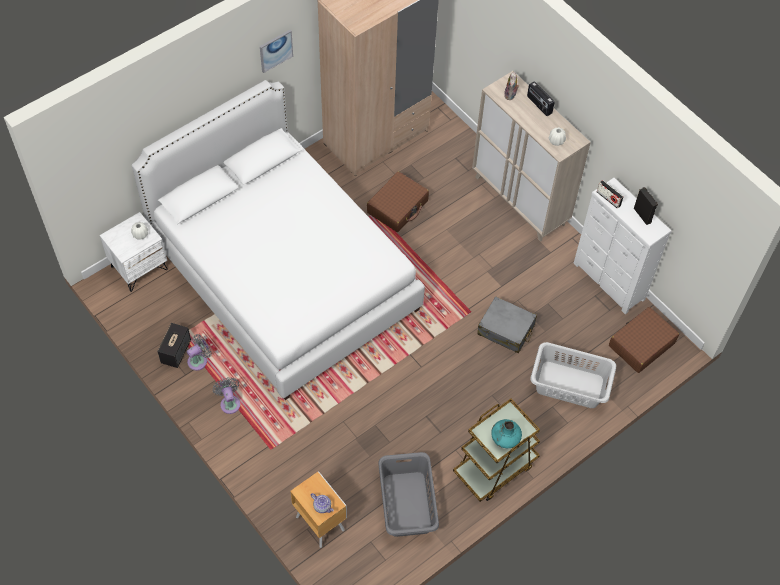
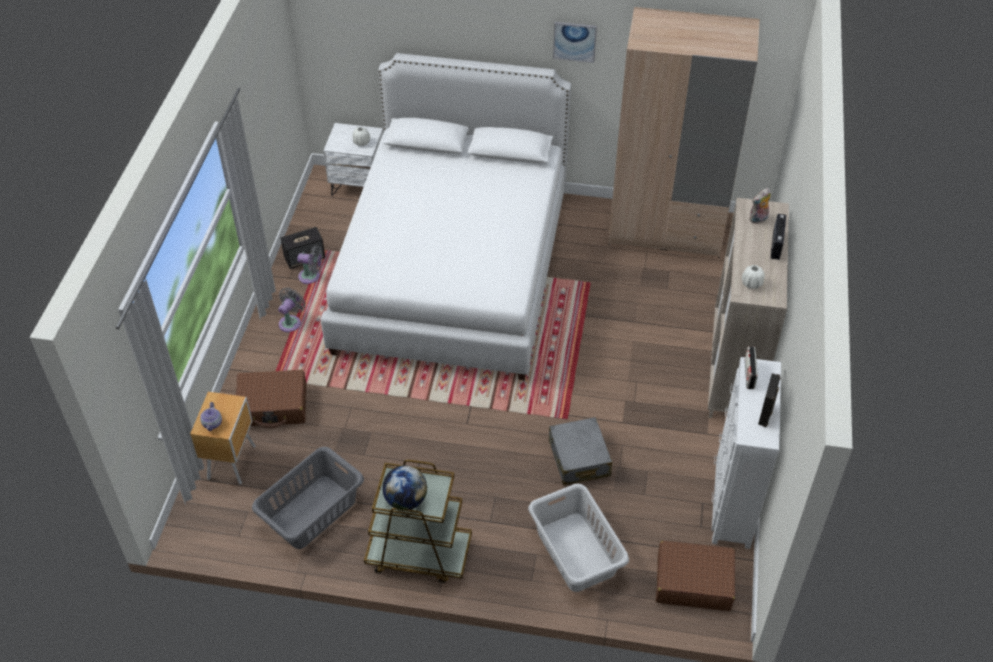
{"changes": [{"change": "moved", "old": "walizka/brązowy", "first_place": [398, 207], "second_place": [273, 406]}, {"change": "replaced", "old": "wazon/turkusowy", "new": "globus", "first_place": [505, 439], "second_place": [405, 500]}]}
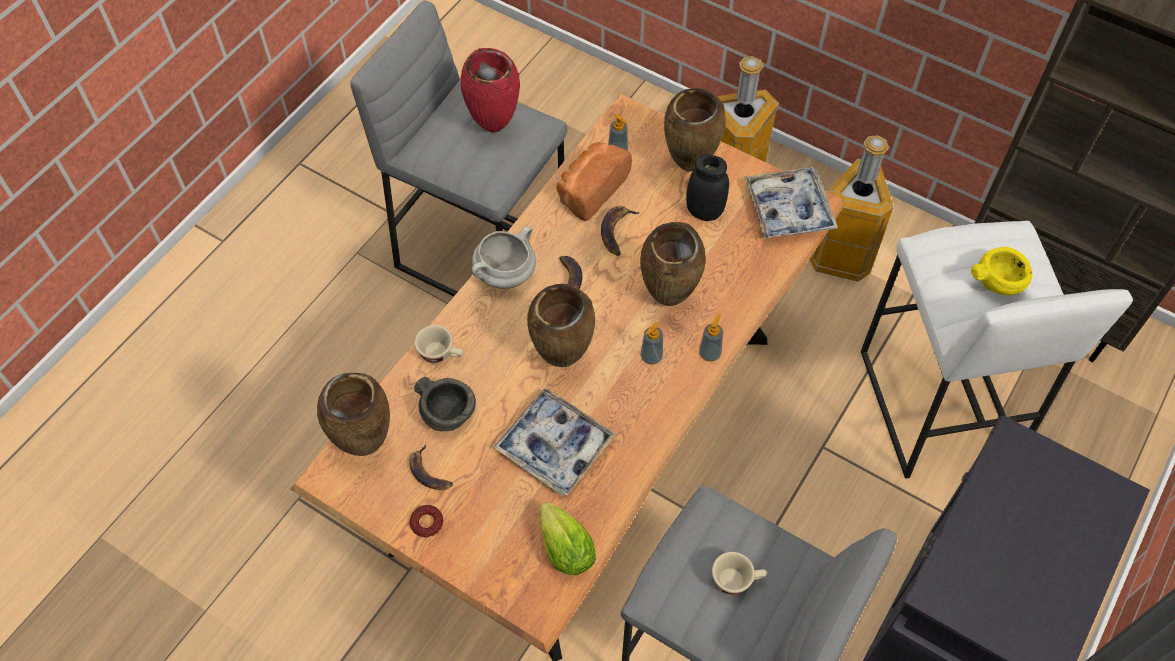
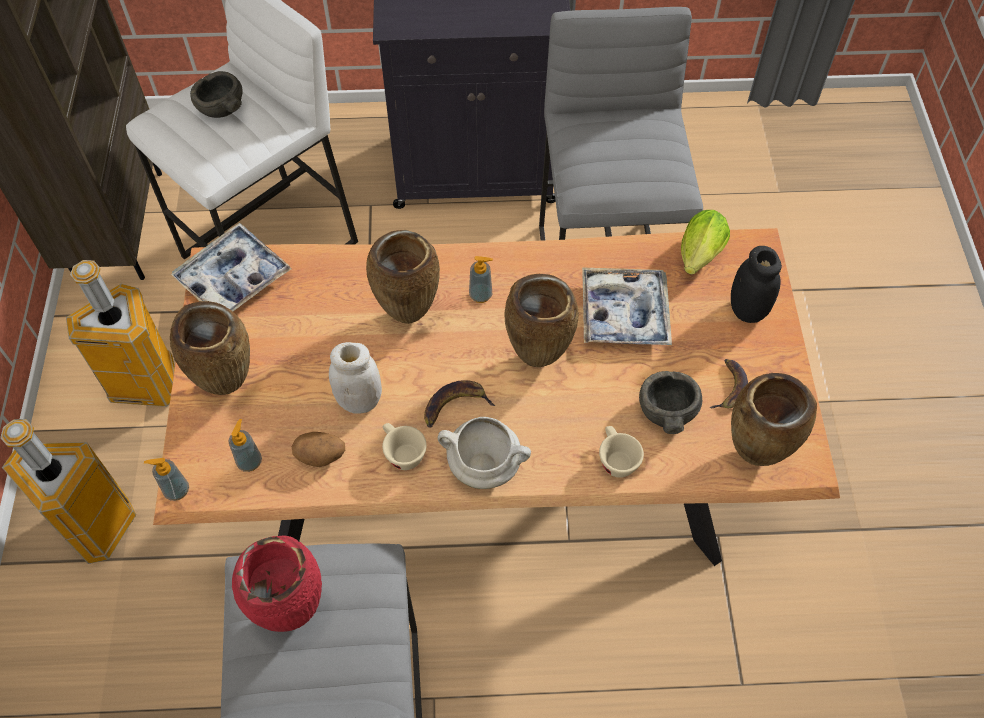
{"changes": [{"change": "removed", "old": "donut", "first_place": [427, 523]}, {"change": "moved", "old": "słoik/czarny", "first_place": [704, 211], "second_place": [747, 310]}, {"change": "moved", "old": "dozownik mydła", "first_place": [709, 353], "second_place": [177, 490]}, {"change": "moved", "old": "filiżanka/beżowy", "first_place": [736, 580], "second_place": [401, 453]}, {"change": "replaced", "old": "chleb", "new": "ziemniak", "first_place": [590, 190], "second_place": [321, 456]}, {"change": "replaced", "old": "banan", "new": "słoik/biały", "first_place": [616, 231], "second_place": [359, 400]}, {"change": "recoloured", "old": "miska/żółty", "new": "miska/szary", "first_place": [998, 281], "second_place": [221, 108]}]}
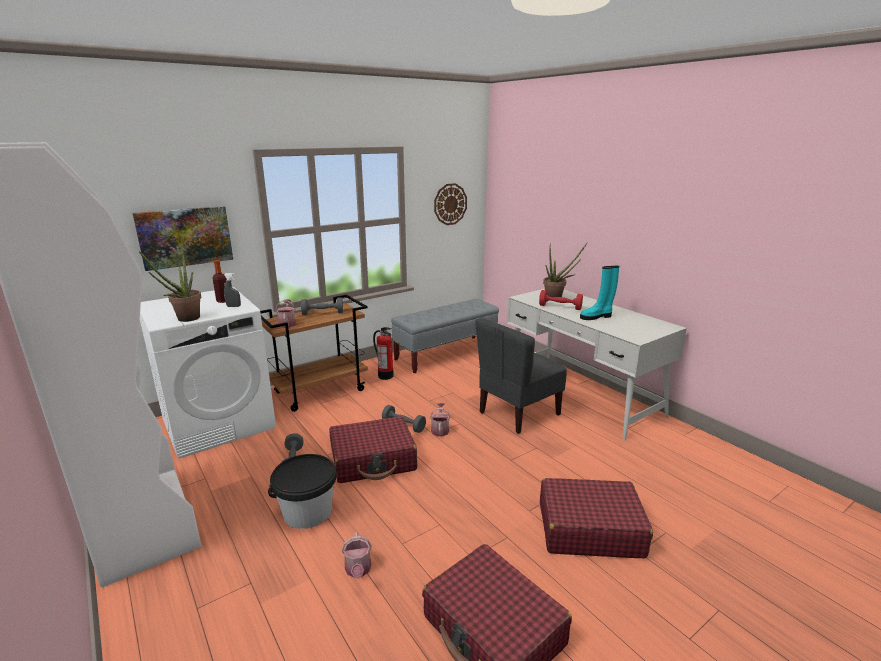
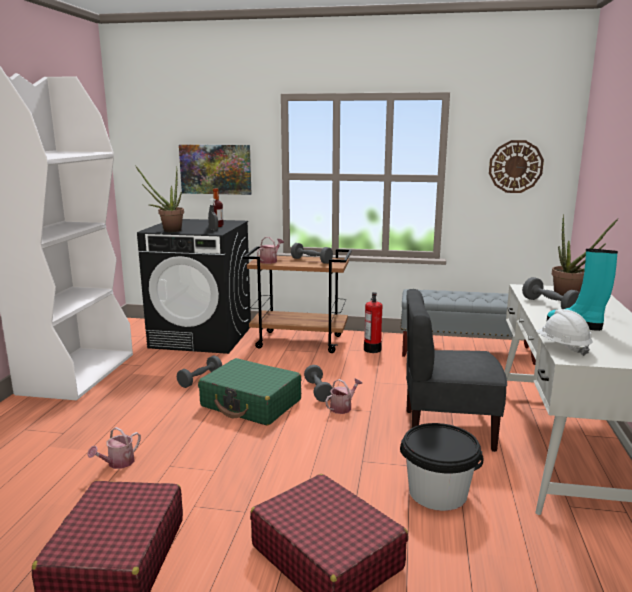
{"changes": [{"change": "added", "new": "kask/biały", "second_place": [562, 347]}, {"change": "moved", "old": "wiadro/czarny", "first_place": [307, 512], "second_place": [437, 492]}, {"change": "recoloured", "old": "pralka/biały", "new": "pralka/czarny", "first_place": [219, 423], "second_place": [202, 337]}, {"change": "recoloured", "old": "walizka/czerwony", "new": "walizka/zielony", "first_place": [373, 460], "second_place": [251, 403]}, {"change": "recoloured", "old": "hantel/czerwony", "new": "hantel/szary", "first_place": [560, 307], "second_place": [550, 306]}]}
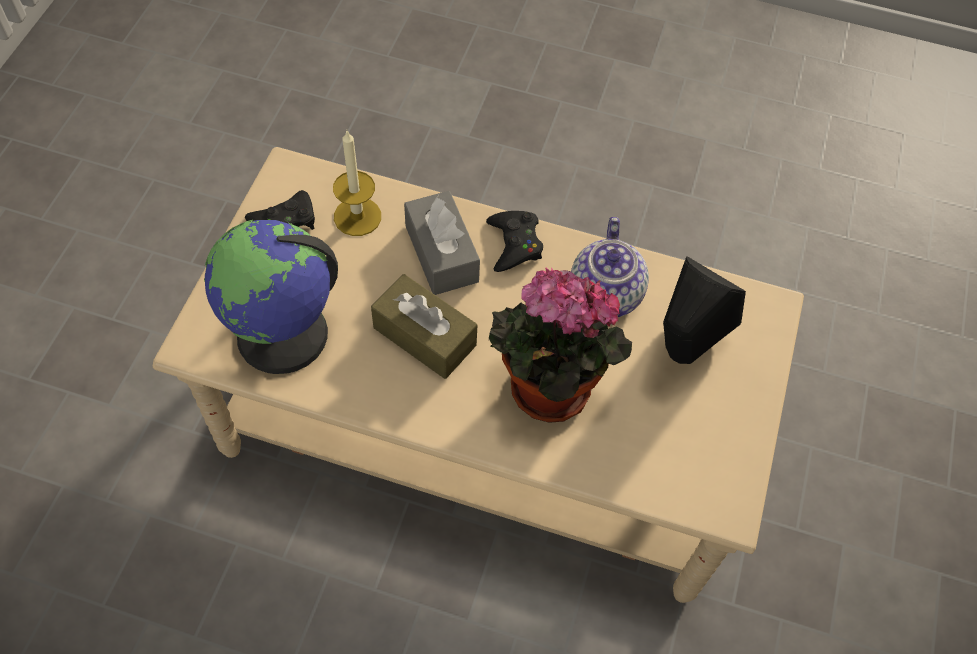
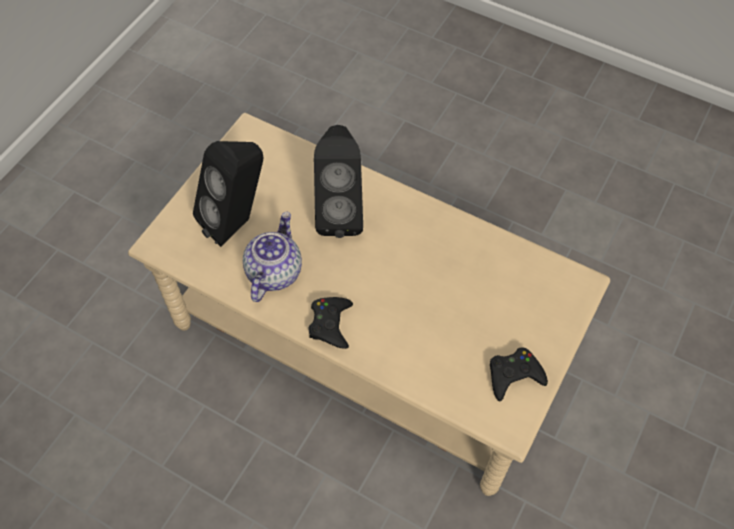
{"changes": [{"change": "removed", "old": "globus", "first_place": [283, 335]}, {"change": "removed", "old": "świeca", "first_place": [357, 216]}, {"change": "removed", "old": "pudełko chusteczek/brązowy", "first_place": [424, 336]}, {"change": "removed", "old": "pudełko chusteczek/szary", "first_place": [441, 253]}, {"change": "replaced", "old": "roślina doniczkowa", "new": "głośnik/czarny", "first_place": [544, 393], "second_place": [340, 212]}]}
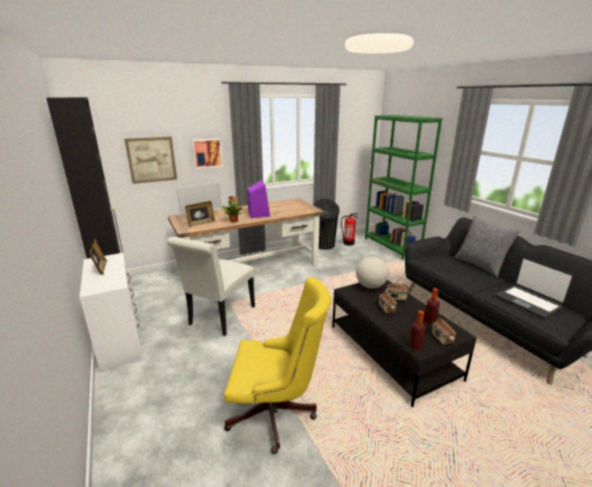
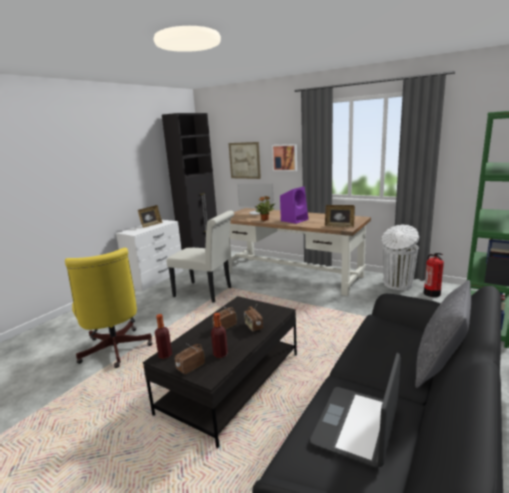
{"changes": [{"change": "removed", "old": "globus", "first_place": [370, 286]}, {"change": "moved", "old": "ramka na zdjęcie", "first_place": [201, 223], "second_place": [339, 226]}, {"change": "recoloured", "old": "kosz na śmieci/czarny", "new": "kosz na śmieci/biały", "first_place": [324, 245], "second_place": [397, 284]}, {"change": "turned", "old": "krzesło/biały", "first_place": [220, 318], "second_place": [206, 292], "degrees": -150}]}
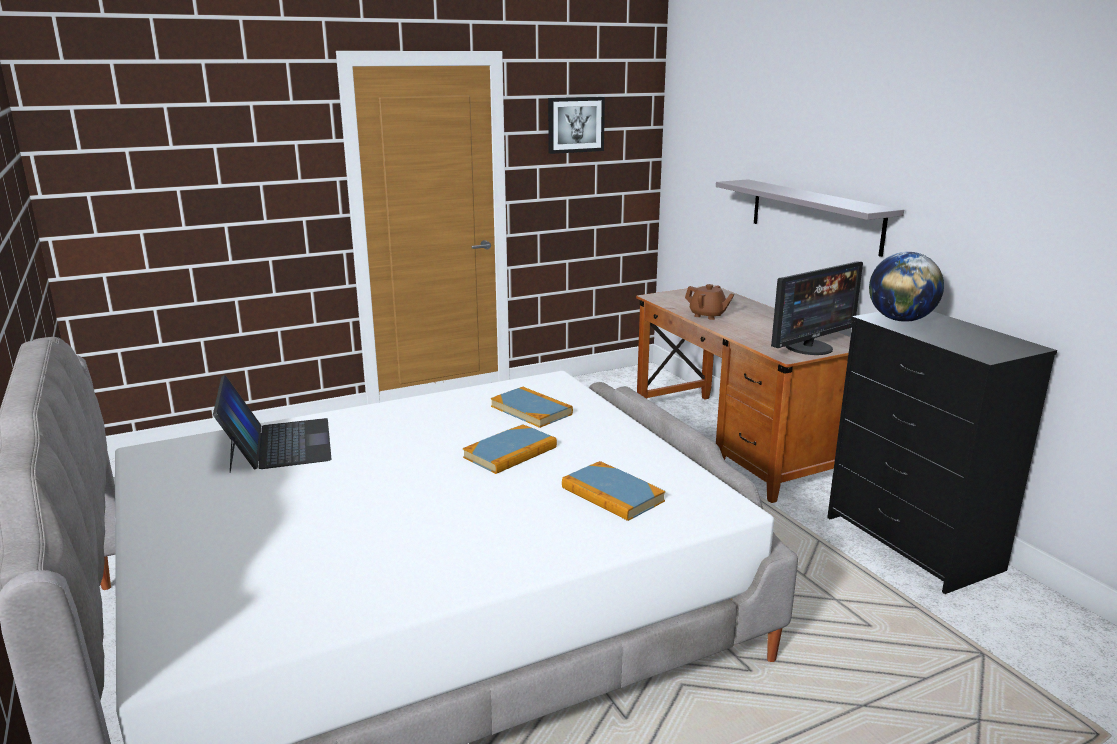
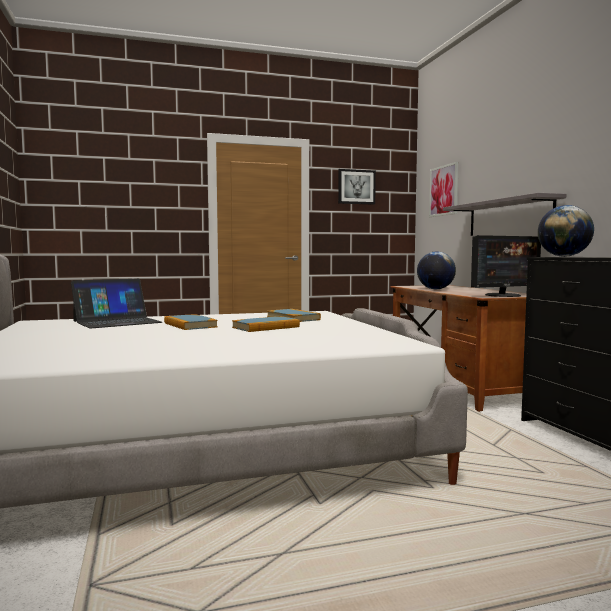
{"changes": [{"change": "added", "new": "obraz", "second_place": [444, 190]}, {"change": "moved", "old": "książka", "first_place": [612, 494], "second_place": [190, 325]}, {"change": "replaced", "old": "imbryk/brązowy", "new": "globus", "first_place": [707, 315], "second_place": [435, 289]}, {"change": "turned", "old": "laptop", "first_place": [278, 444], "second_place": [117, 322], "degrees": 60}]}
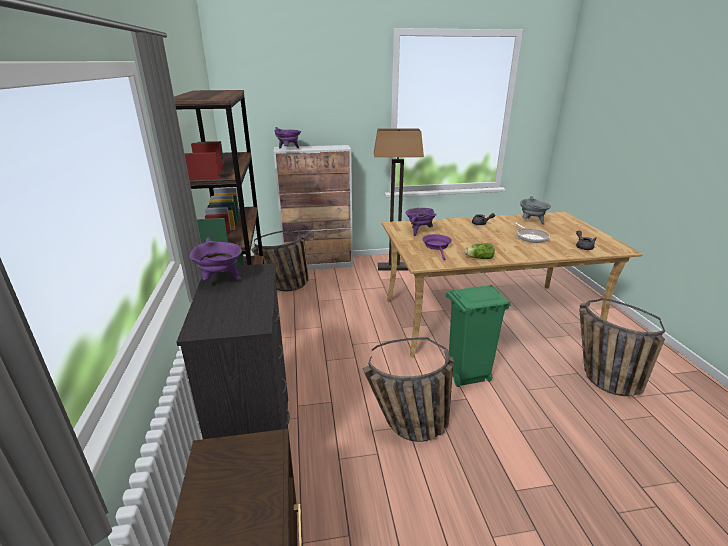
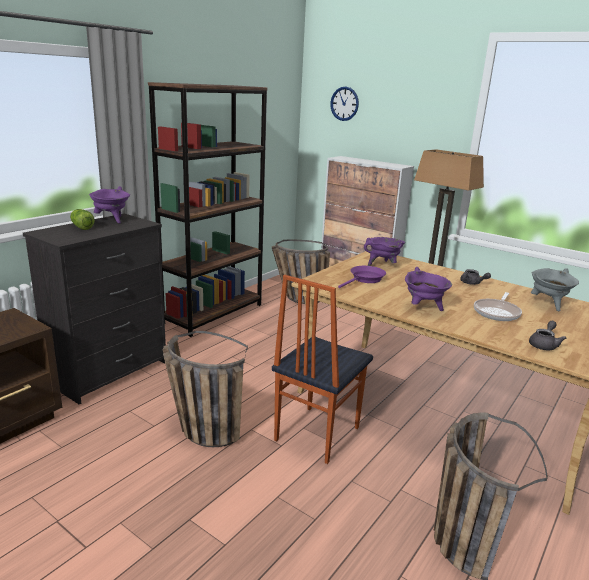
{"changes": [{"change": "added", "new": "zegar ścienny", "second_place": [344, 103]}, {"change": "moved", "old": "garnek/fioletowy", "first_place": [288, 149], "second_place": [423, 308]}, {"change": "moved", "old": "sałata", "first_place": [478, 258], "second_place": [81, 227]}, {"change": "replaced", "old": "kosz na śmieci/zielony", "new": "krzesło", "first_place": [467, 376], "second_place": [315, 433]}]}
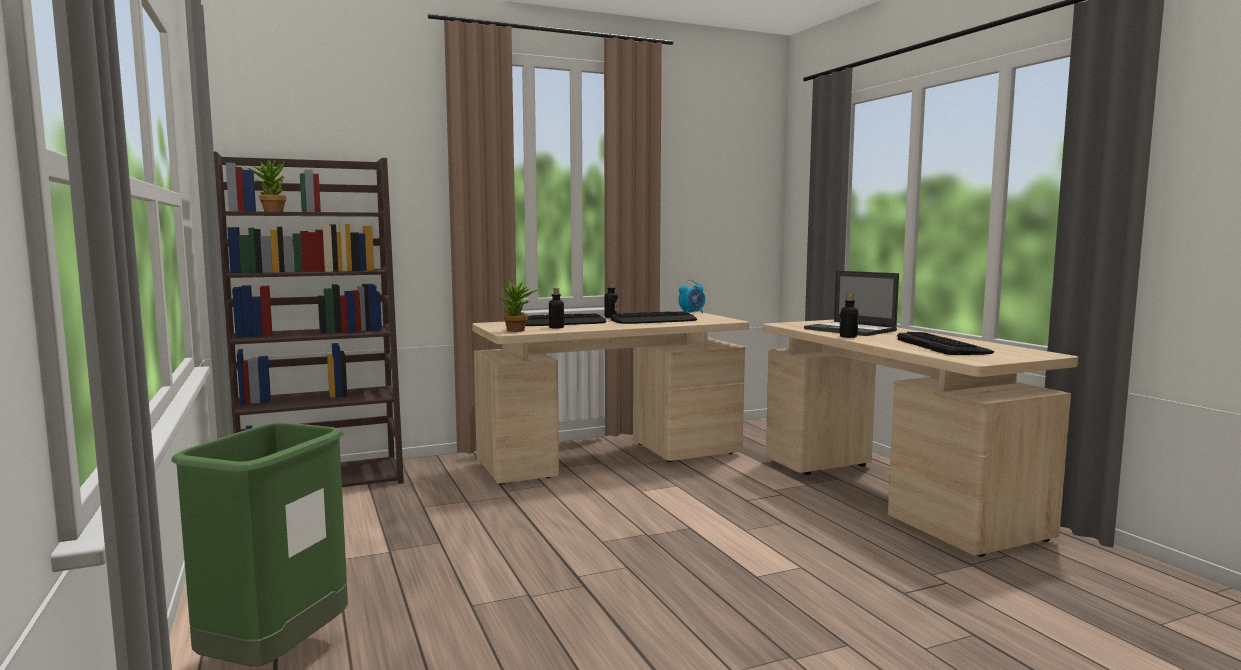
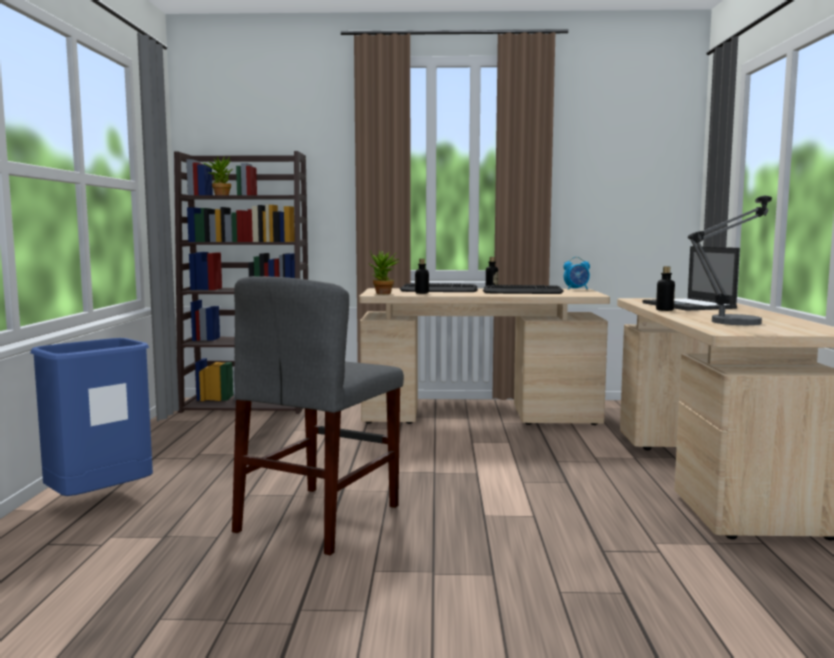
{"changes": [{"change": "added", "new": "krzesło/szary", "second_place": [319, 518]}, {"change": "replaced", "old": "klawiatura", "new": "lampa stołowa", "first_place": [942, 346], "second_place": [738, 320]}, {"change": "recoloured", "old": "kosz na śmieci/zielony", "new": "kosz na śmieci/niebieski", "first_place": [276, 658], "second_place": [100, 501]}]}
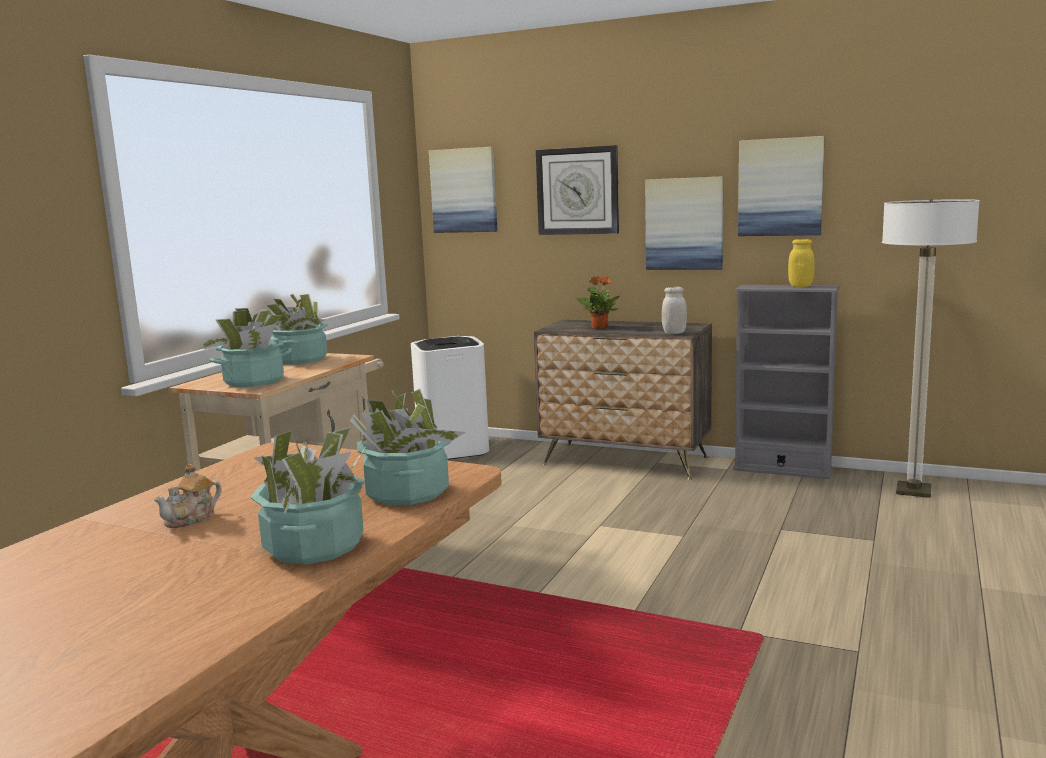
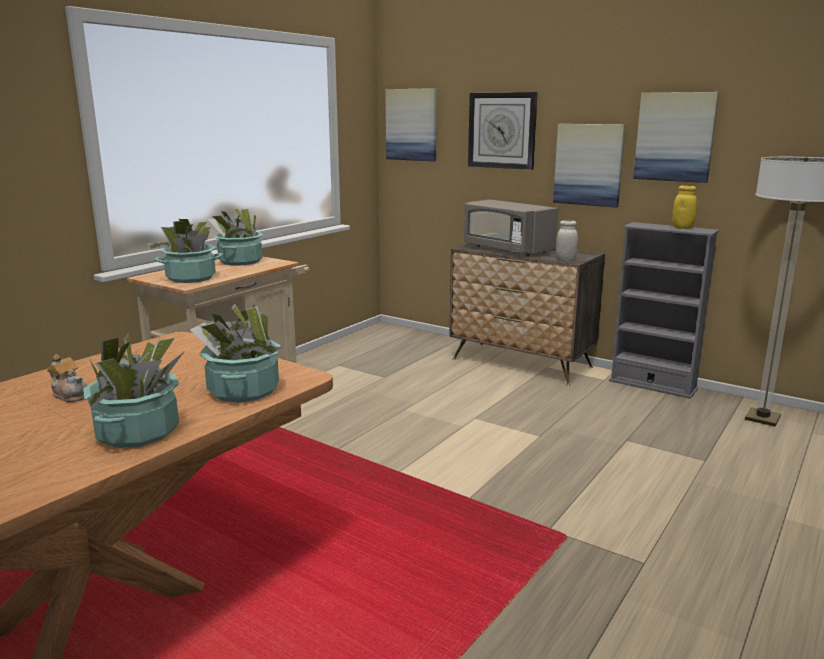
{"changes": [{"change": "removed", "old": "kosz na śmieci/biały", "first_place": [453, 449]}, {"change": "replaced", "old": "roślina doniczkowa", "new": "mikrofalówka/szary", "first_place": [599, 327], "second_place": [507, 249]}, {"change": "turned", "old": "imbryk", "first_place": [192, 519], "second_place": [70, 395], "degrees": -105}]}
